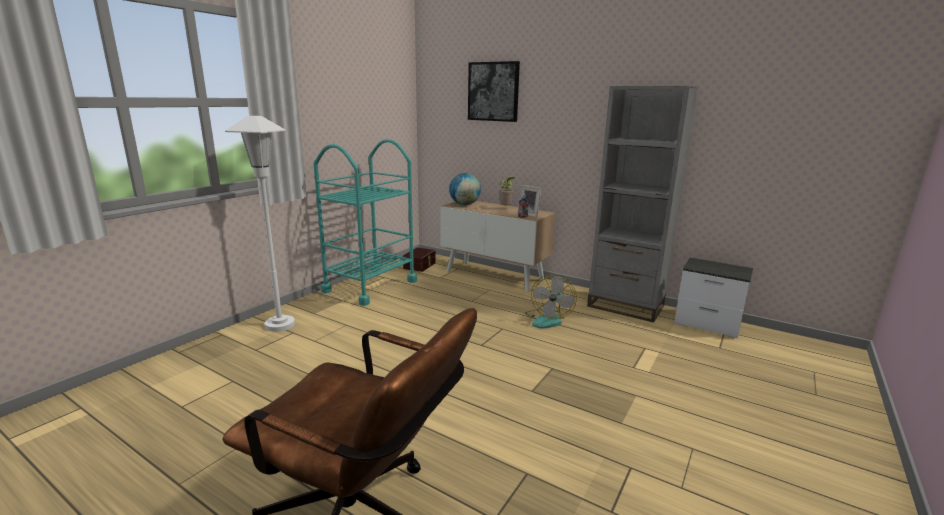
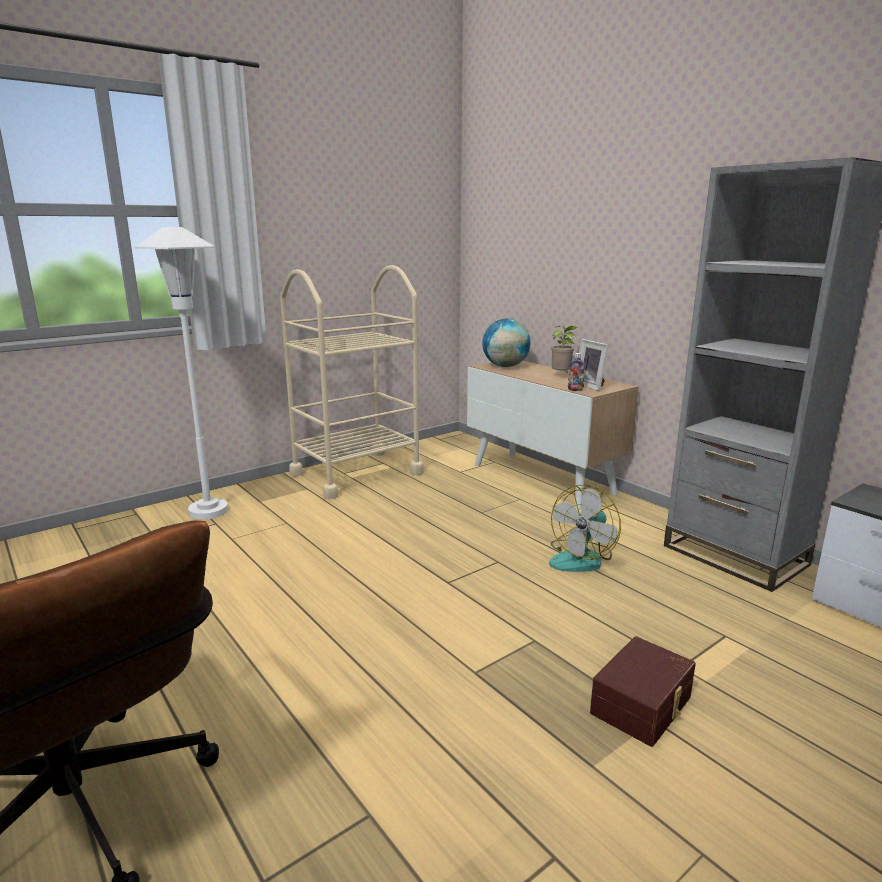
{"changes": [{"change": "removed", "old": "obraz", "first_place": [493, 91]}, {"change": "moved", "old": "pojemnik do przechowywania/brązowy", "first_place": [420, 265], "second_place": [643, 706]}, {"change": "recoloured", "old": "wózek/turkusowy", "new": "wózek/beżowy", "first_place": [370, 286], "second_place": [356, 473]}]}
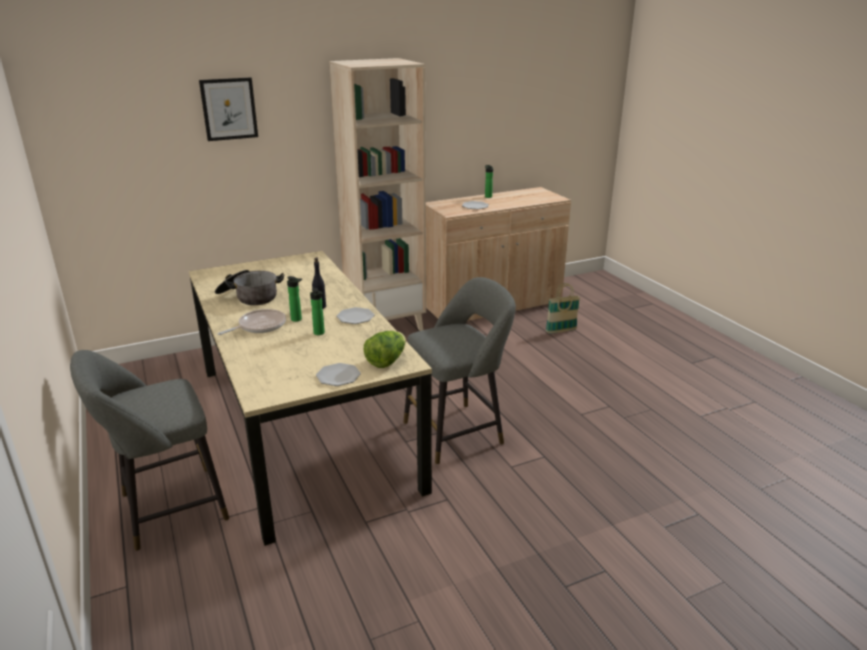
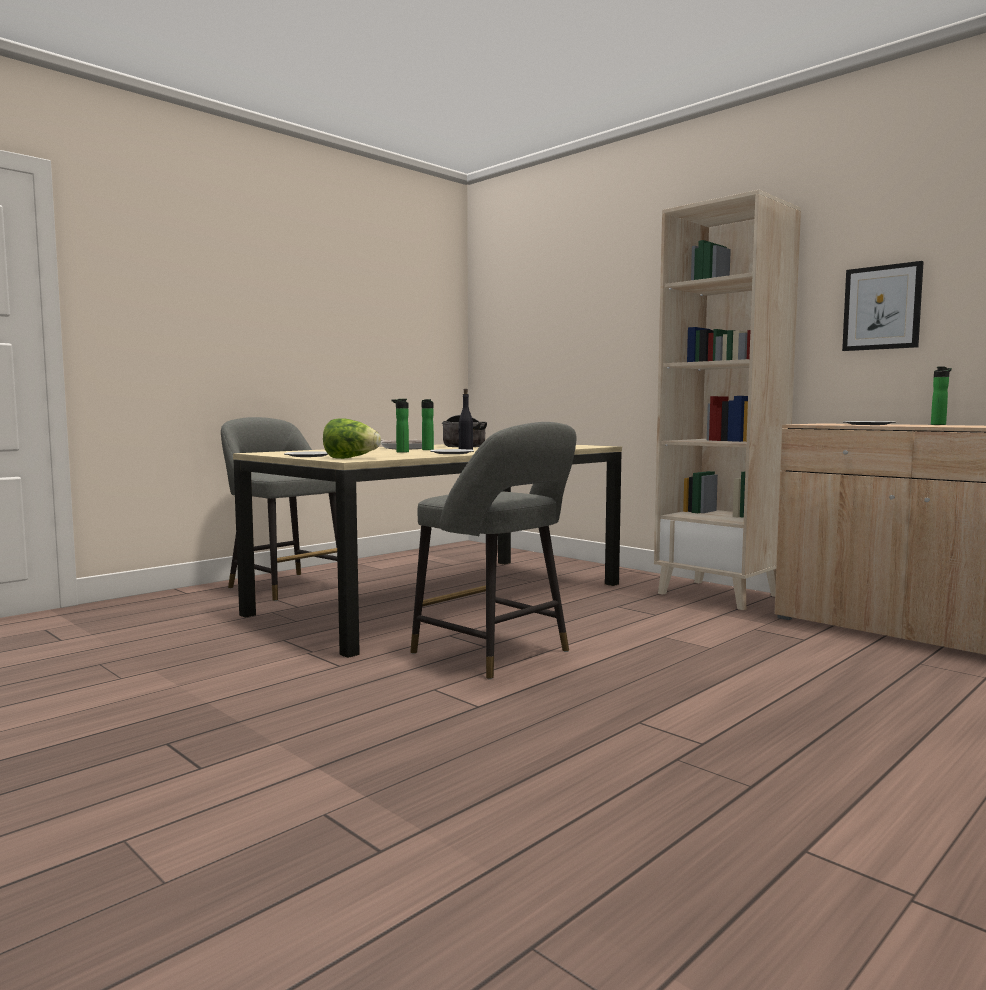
{"changes": [{"change": "removed", "old": "koszyk", "first_place": [561, 331]}, {"change": "moved", "old": "obraz", "first_place": [229, 109], "second_place": [882, 307]}]}
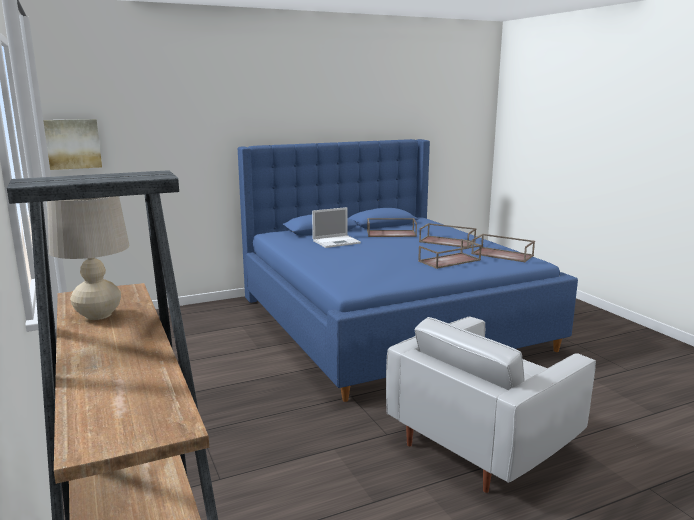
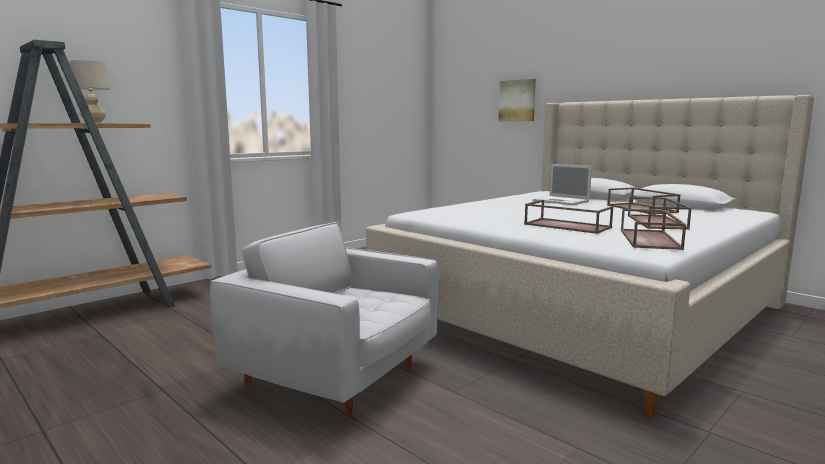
{"changes": [{"change": "moved", "old": "obraz", "first_place": [73, 144], "second_place": [517, 100]}, {"change": "recoloured", "old": "łóżko/niebieski", "new": "łóżko/beżowy", "first_place": [388, 321], "second_place": [583, 309]}]}
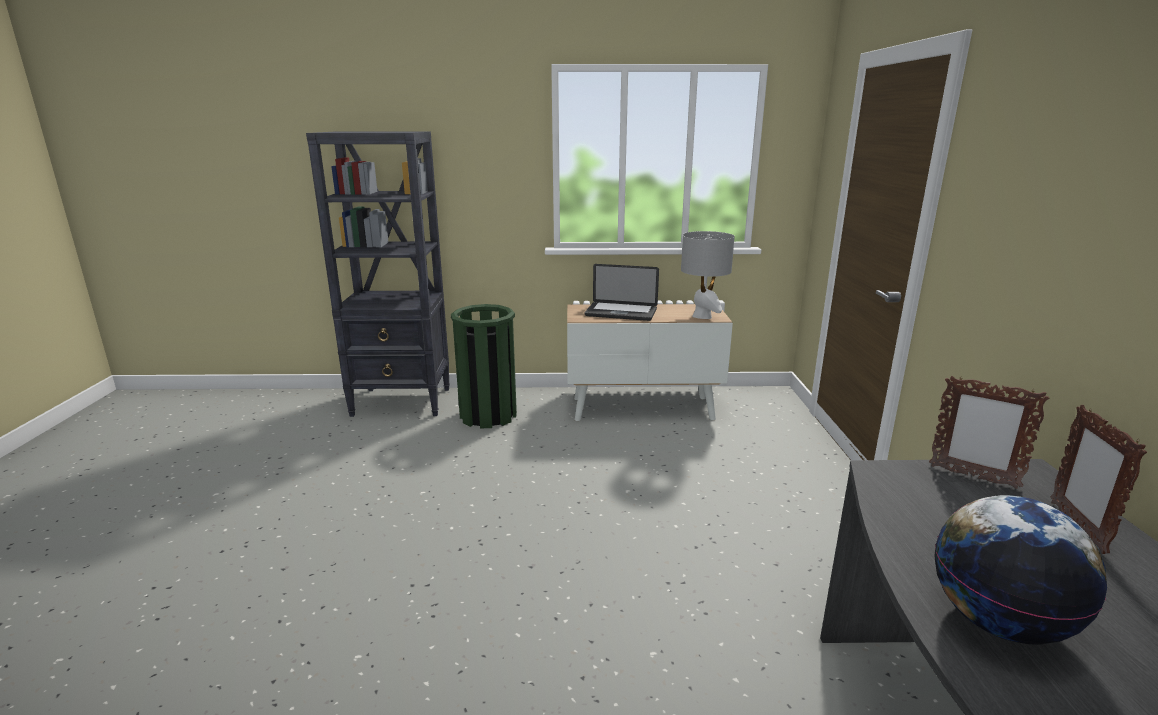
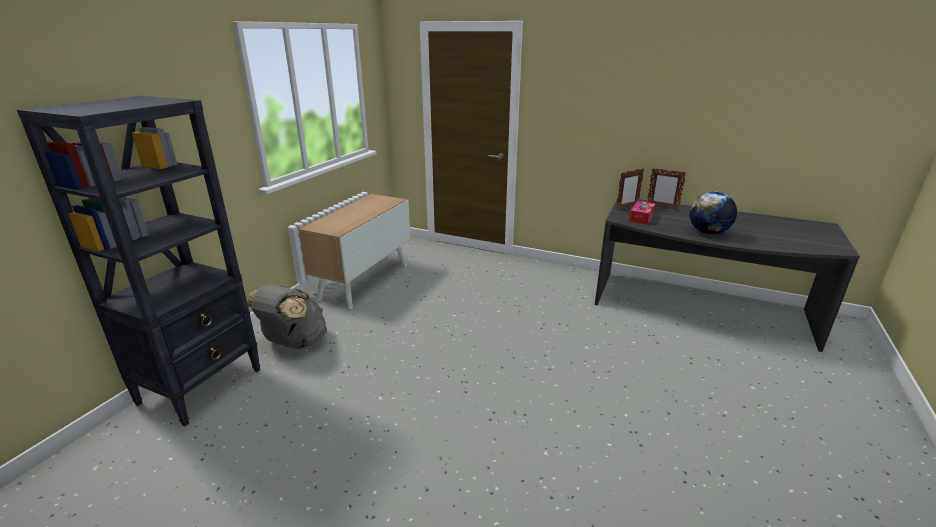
{"changes": [{"change": "removed", "old": "laptop", "first_place": [621, 313]}, {"change": "removed", "old": "lampa stołowa/szary", "first_place": [702, 316]}, {"change": "added", "new": "pudełko chusteczek", "second_place": [641, 217]}, {"change": "replaced", "old": "kosz na śmieci/zielony", "new": "plecak/szary", "first_place": [488, 415], "second_place": [294, 343]}]}
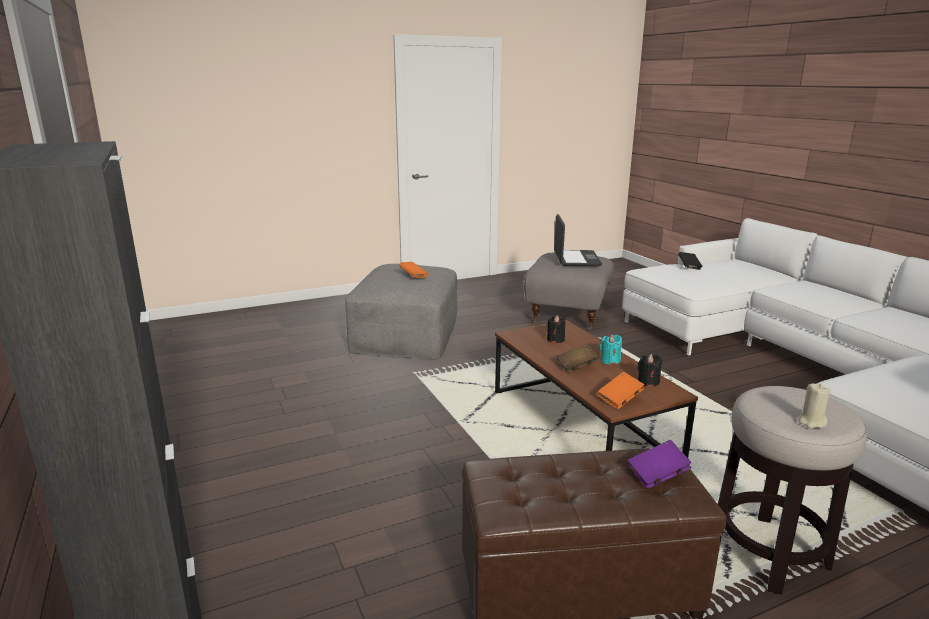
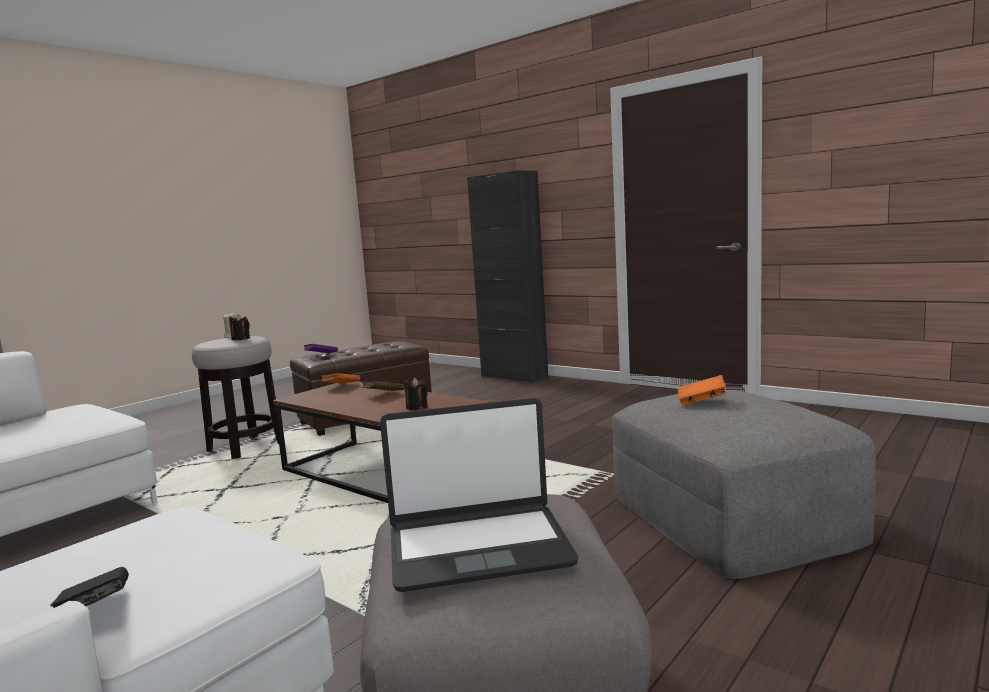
{"changes": [{"change": "removed", "old": "świeca/turkusowy", "first_place": [610, 360]}, {"change": "moved", "old": "świeca/czarny", "first_place": [648, 382], "second_place": [241, 339]}, {"change": "turned", "old": "laptop", "first_place": [576, 259], "second_place": [478, 547], "degrees": -75}]}
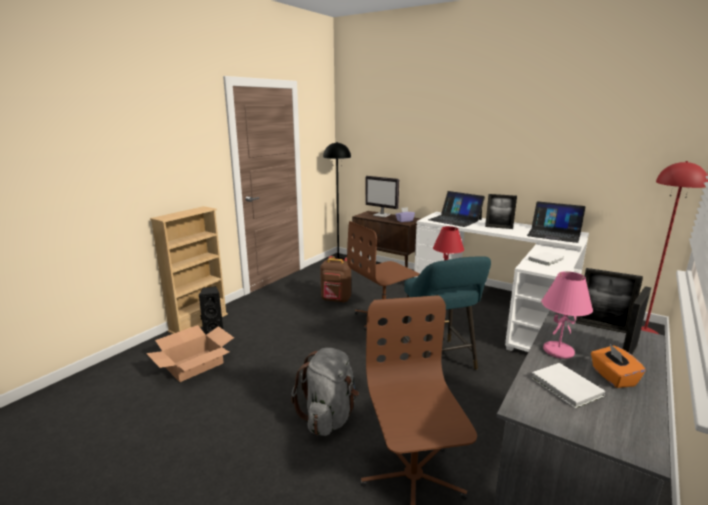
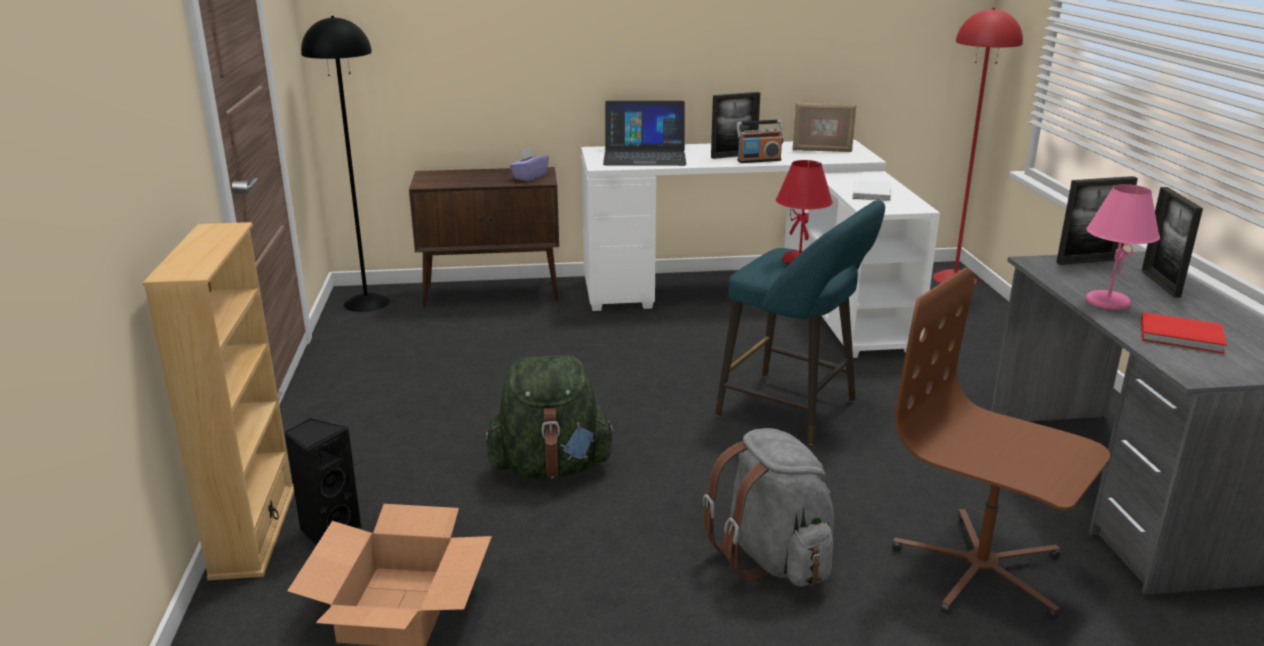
{"changes": [{"change": "removed", "old": "plecak/brązowy", "first_place": [336, 300]}, {"change": "removed", "old": "krzesło biurowe/brązowy", "first_place": [384, 319]}, {"change": "removed", "old": "monitor", "first_place": [382, 215]}, {"change": "removed", "old": "pudełko chusteczek/pomarańczowy", "first_place": [612, 377]}, {"change": "added", "new": "plecak/zielony", "second_place": [551, 467]}, {"change": "added", "new": "radio", "second_place": [758, 160]}, {"change": "replaced", "old": "laptop", "new": "ramka na zdjęcie", "first_place": [554, 234], "second_place": [822, 150]}, {"change": "recoloured", "old": "książka/biały", "new": "książka/czerwony", "first_place": [567, 388], "second_place": [1183, 337]}]}
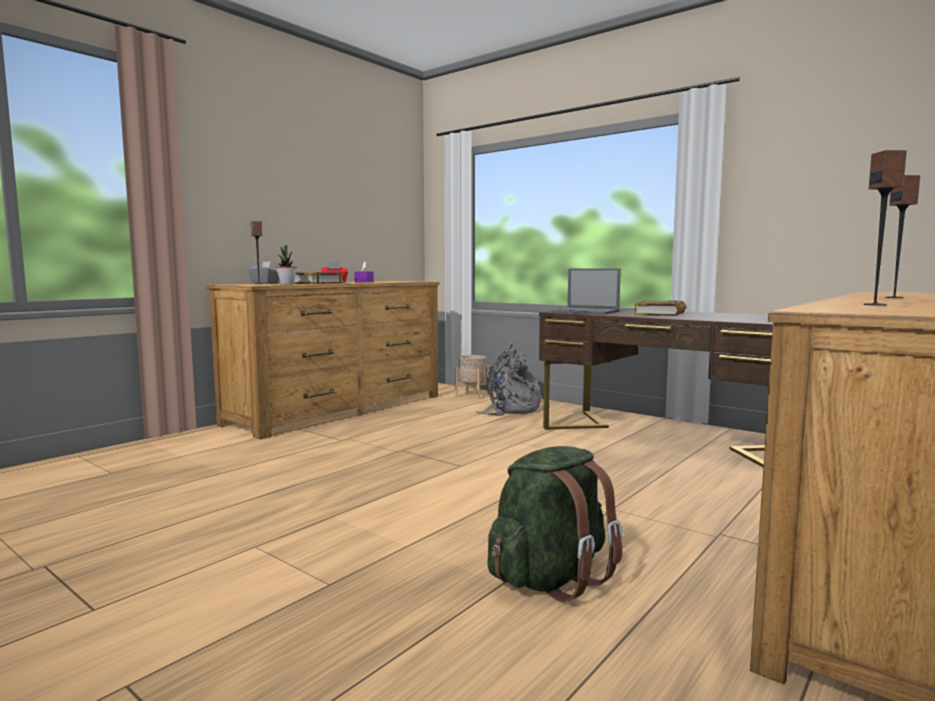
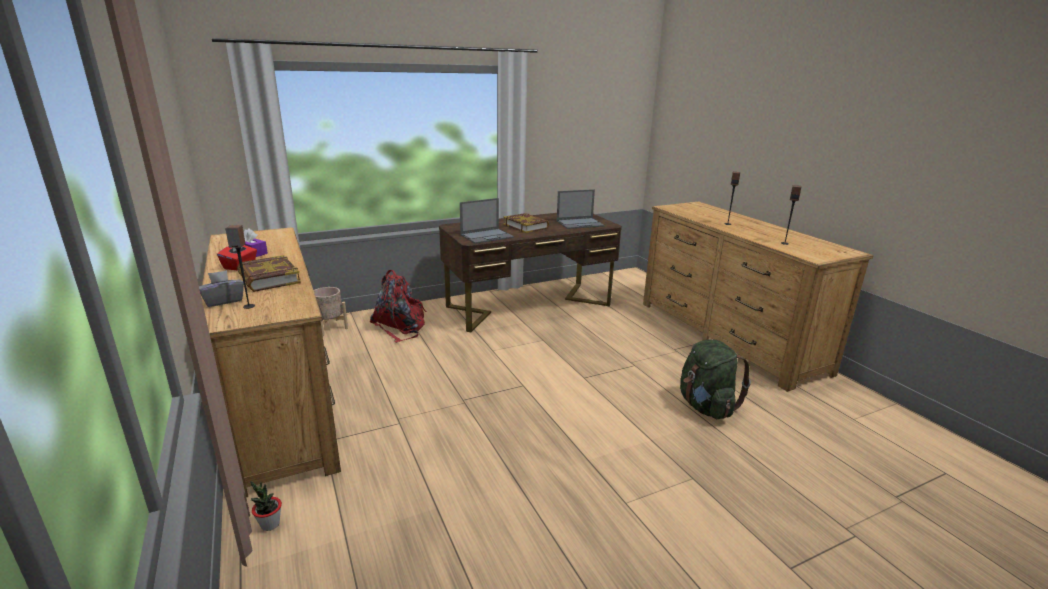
{"changes": [{"change": "added", "new": "laptop", "second_place": [580, 223]}, {"change": "moved", "old": "roślina doniczkowa", "first_place": [287, 284], "second_place": [270, 524]}, {"change": "recoloured", "old": "plecak/szary", "new": "plecak/czerwony", "first_place": [510, 409], "second_place": [400, 327]}]}
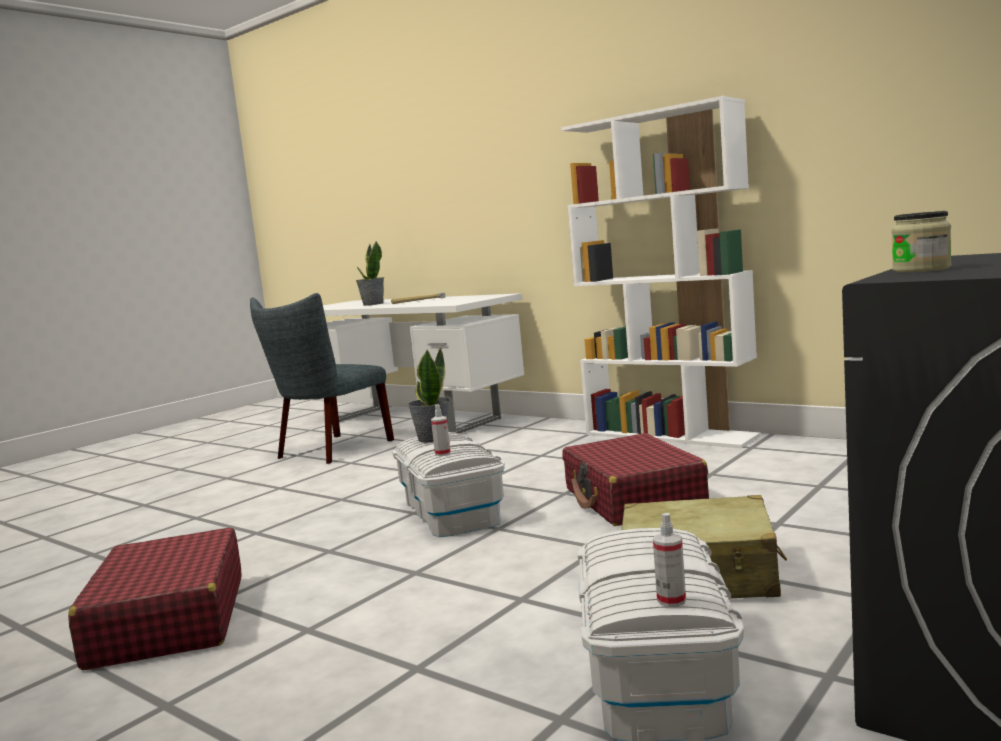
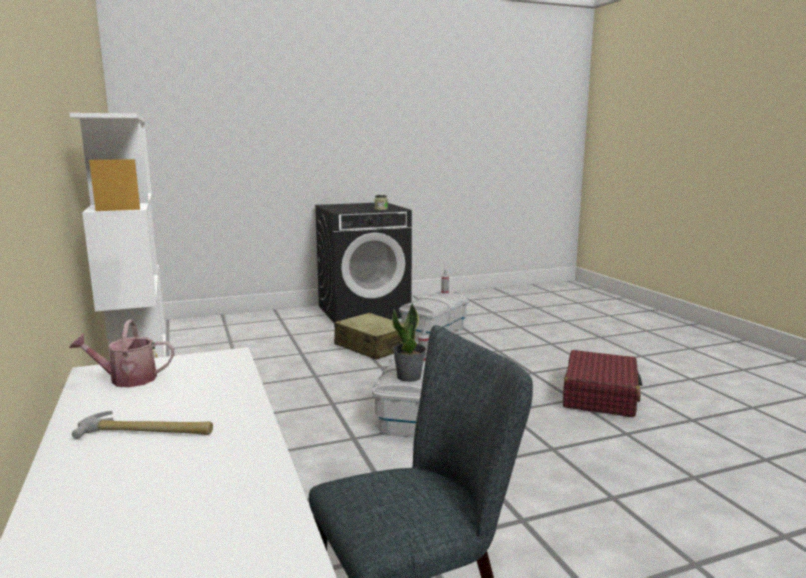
{"changes": [{"change": "removed", "old": "roślina doniczkowa", "first_place": [373, 304]}, {"change": "removed", "old": "walizka/czerwony", "first_place": [633, 499]}, {"change": "added", "new": "konewka", "second_place": [127, 379]}]}
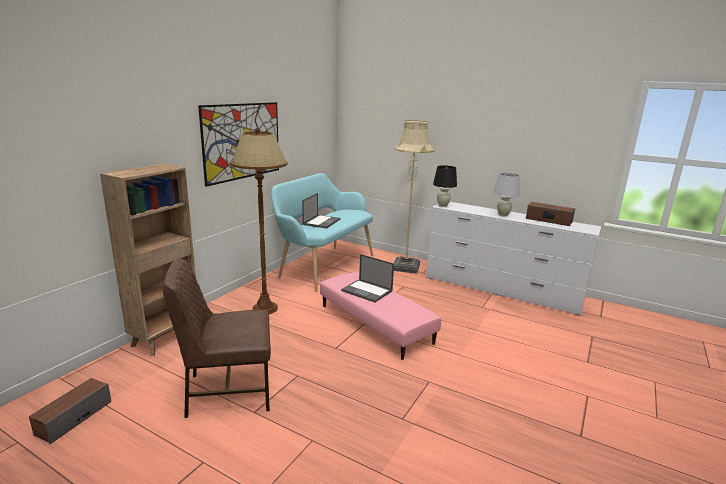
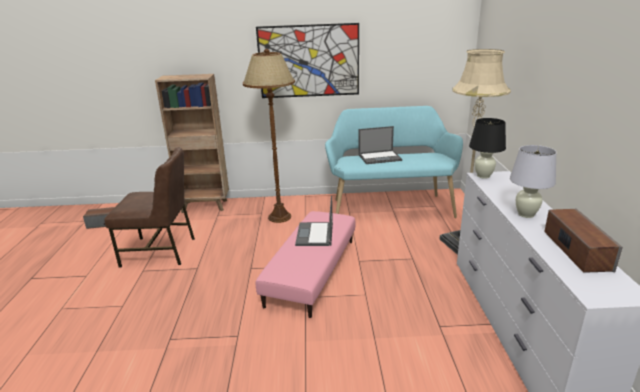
{"changes": [{"change": "turned", "old": "krzesło/brązowy", "first_place": [227, 391], "second_place": [160, 251], "degrees": 135}]}
